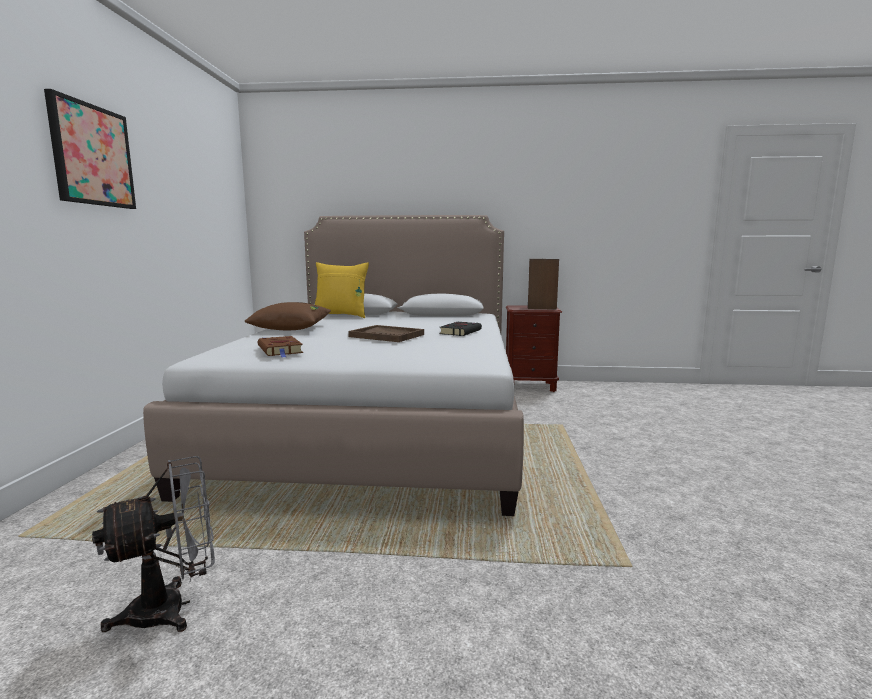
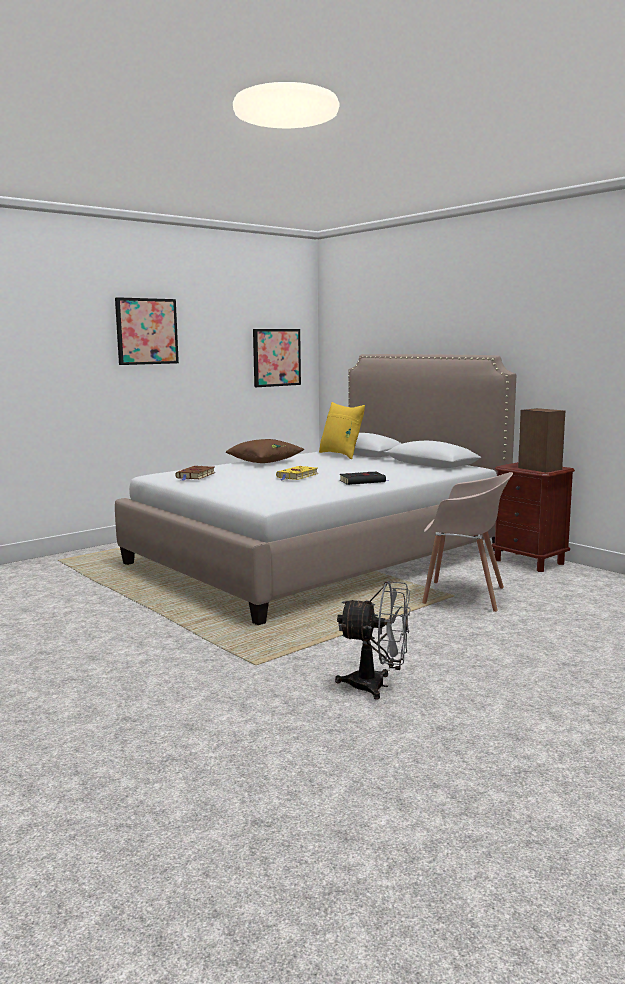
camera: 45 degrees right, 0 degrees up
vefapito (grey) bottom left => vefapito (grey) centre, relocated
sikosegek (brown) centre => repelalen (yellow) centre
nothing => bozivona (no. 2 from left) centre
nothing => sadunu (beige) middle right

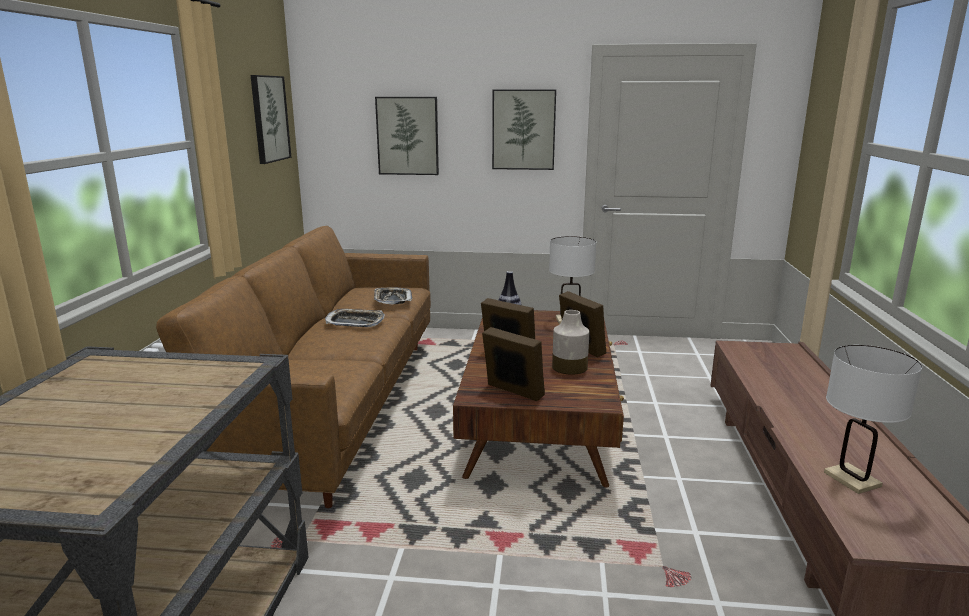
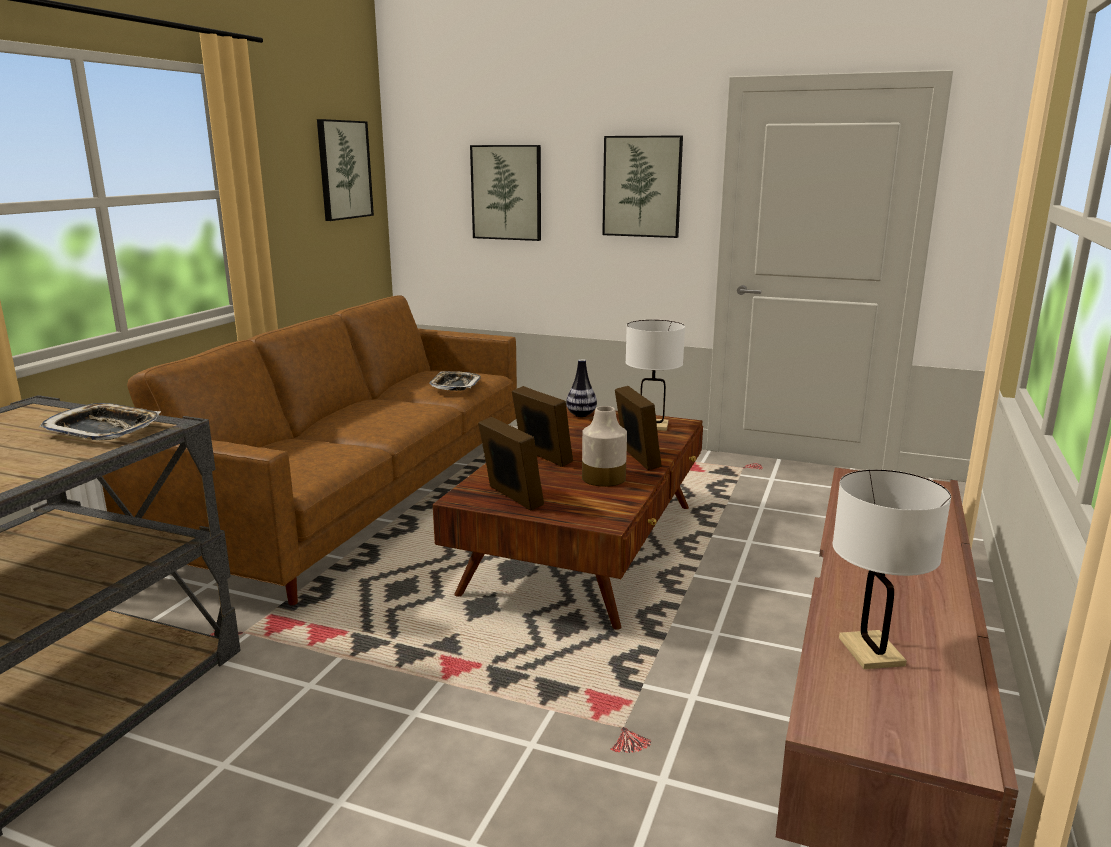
camera: 15 degrees right, 0 degrees up
sikosegek (no. 1 from left) centre => sikosegek (no. 1 from left) middle left, relocated

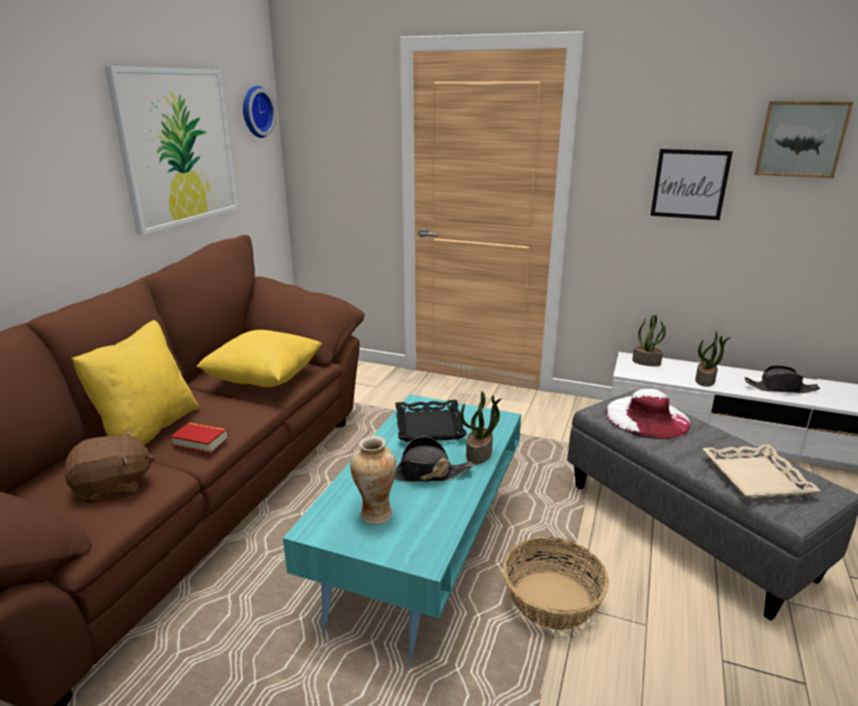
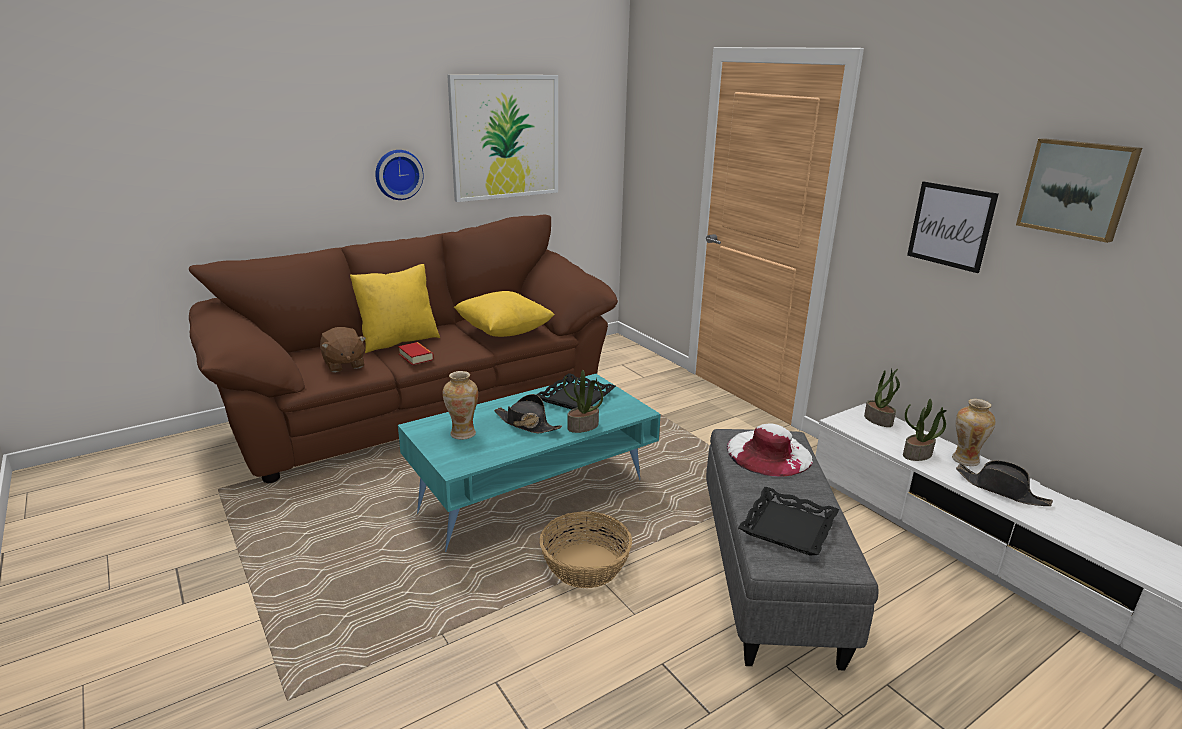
camera: 35 degrees right, 0 degrees up
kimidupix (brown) middle left, 45 degrees clockwise
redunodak top left => redunodak top centre, relocated
sikosegek (beige) bottom right => sikosegek (black) (no. 2 from left) bottom right
nothing => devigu (no. 2 from left) middle right

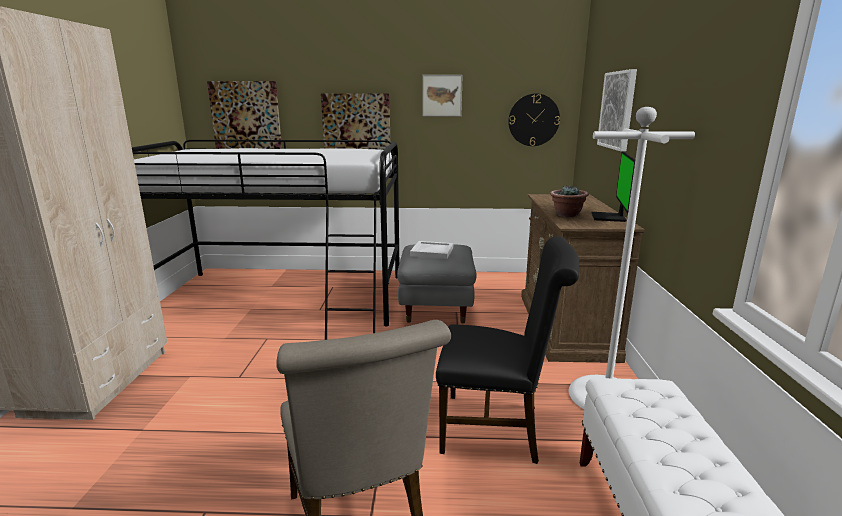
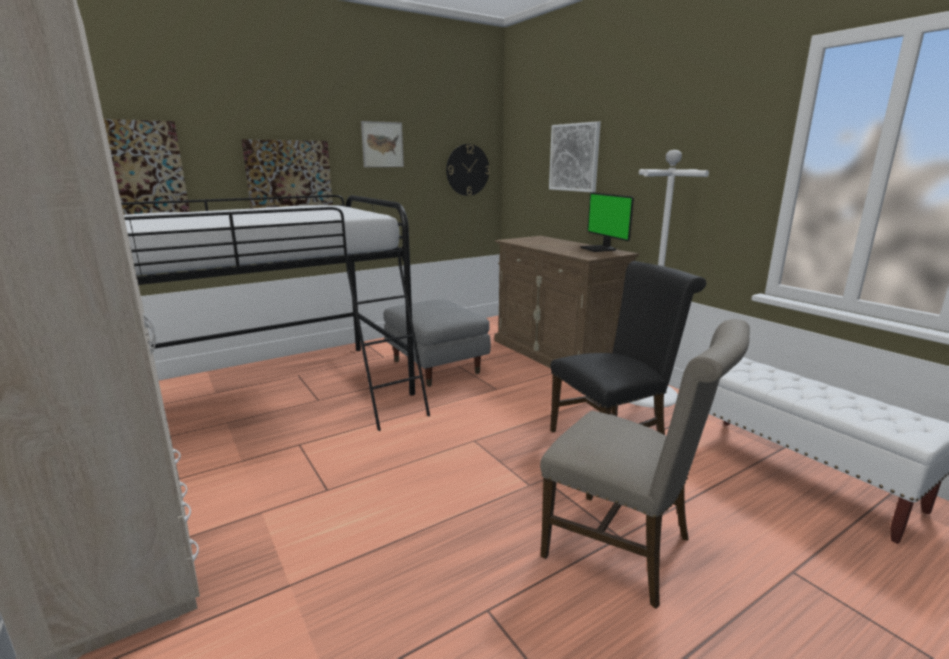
camera: 35 degrees left, 0 degrees up
sikosegek (white) centre => nothing
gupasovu middle right => nothing

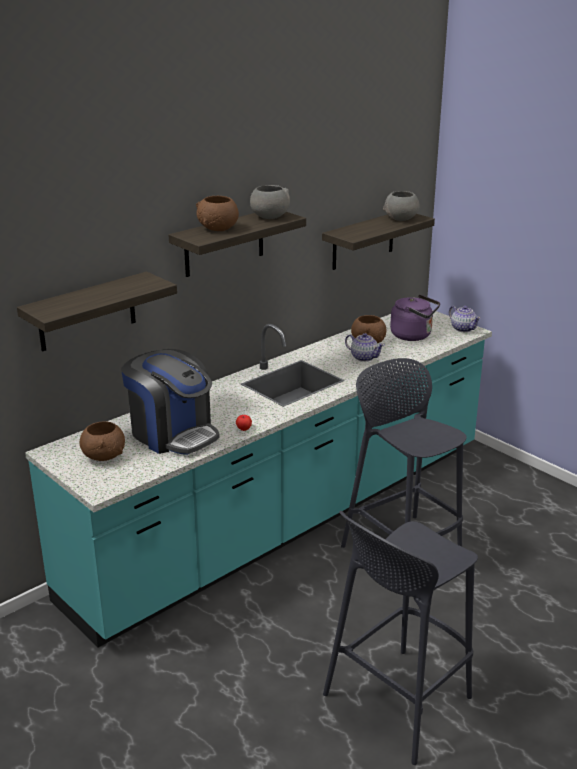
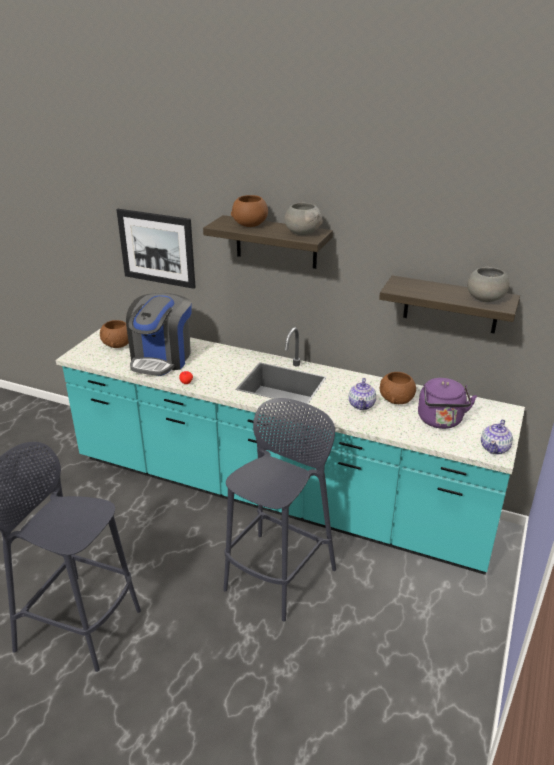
camera: 65 degrees right, 5 degrees up
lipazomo (no. 1 from left) middle left => bozivona top left

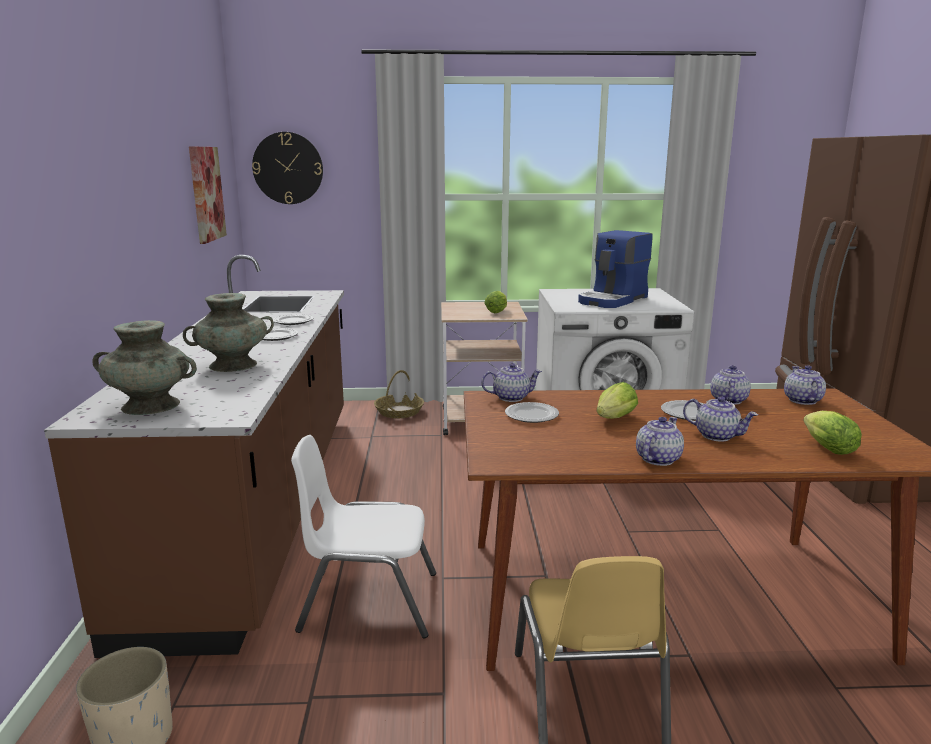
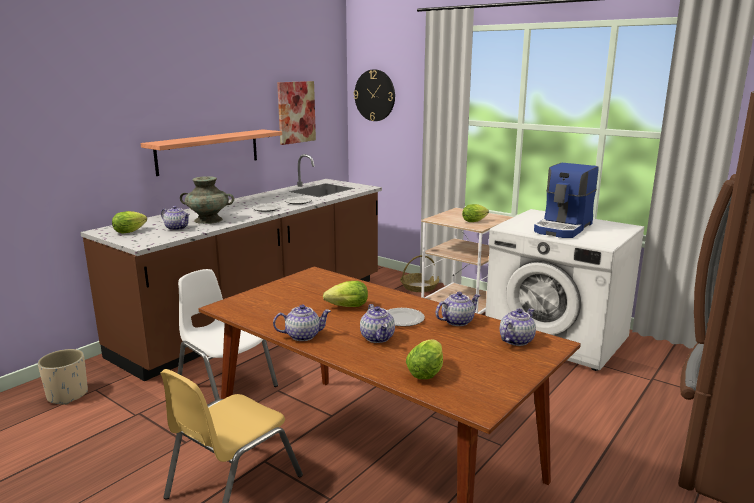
camera: 40 degrees right, 0 degrees up
devigu (turquoise) (no. 1 from left) middle left => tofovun (no. 1 from left) middle left
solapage (no. 1 from left) centre => solapage (no. 1 from left) middle left, relocated
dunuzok (no. 3 from left) centre => nothing
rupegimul centre => rupegimul middle right, 45 degrees counterclockwise
nothing => lipazomo top left

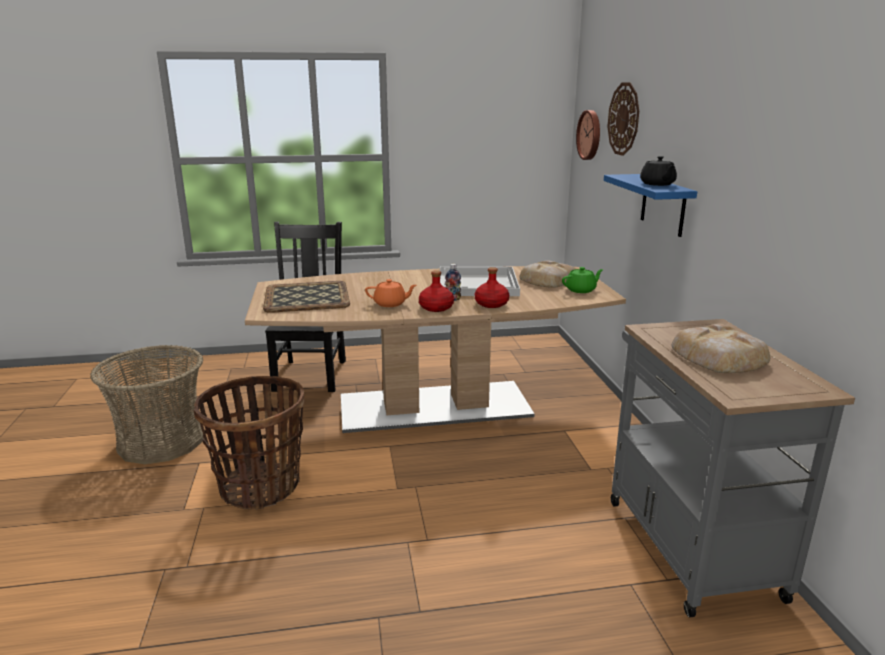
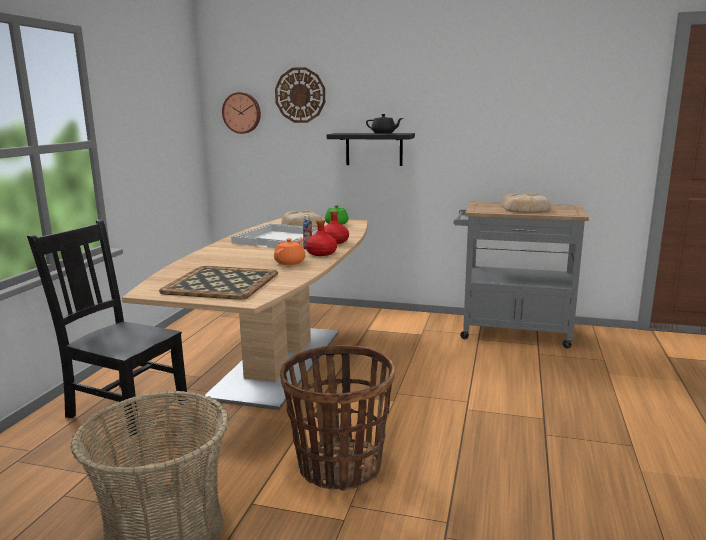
camera: 65 degrees left, 5 degrees down
lipazomo (blue) top right => lipazomo (black) top centre

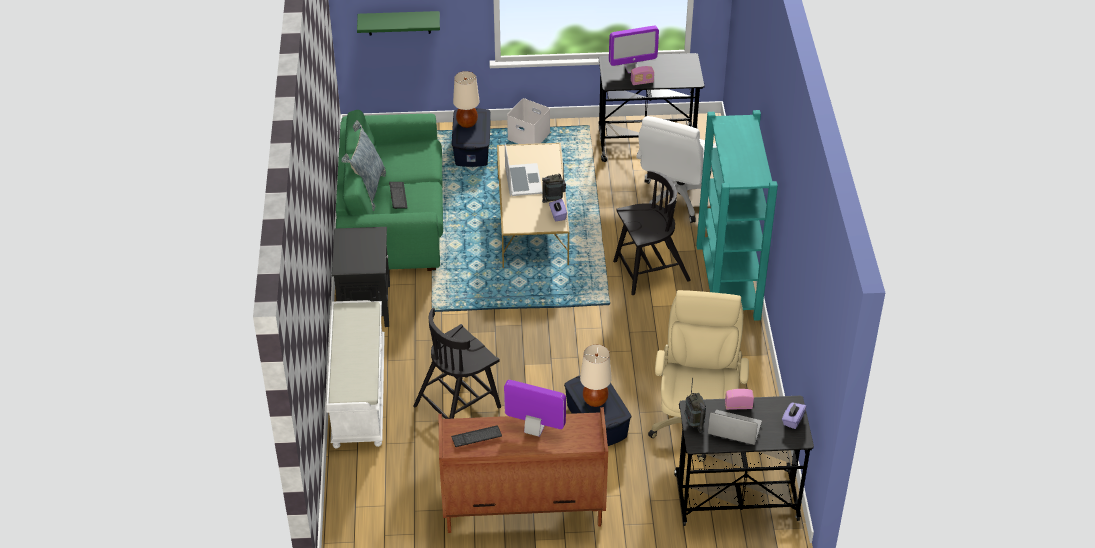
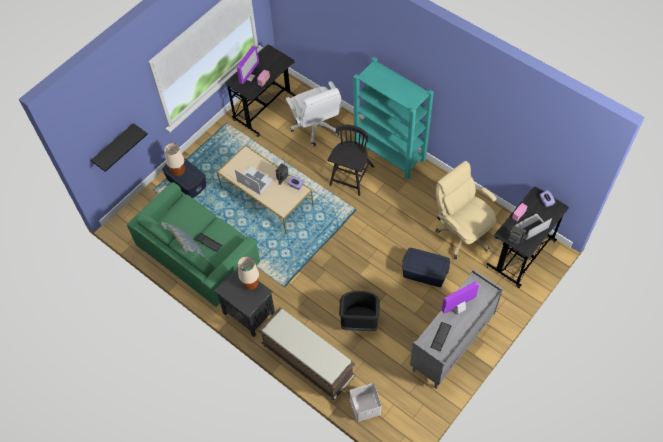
camera: 45 degrees left, 15 degrees up
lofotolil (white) bottom left => lofotolil (brown) bottom centre
lipazomo (green) top centre => lipazomo (black) top left
sadunu (black) (no. 1 from left) centre => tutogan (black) bottom centre
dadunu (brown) bottom centre => dadunu (grey) bottom right
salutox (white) top centre => salutox (white) bottom centre, relocated
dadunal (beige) (no. 2 from left) bottom centre => dadunal (beige) (no. 2 from left) centre, relocated

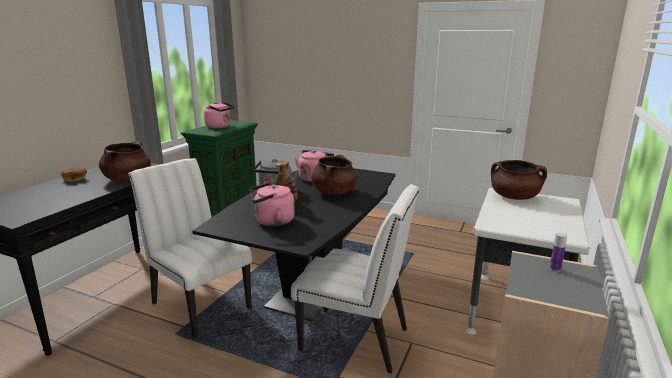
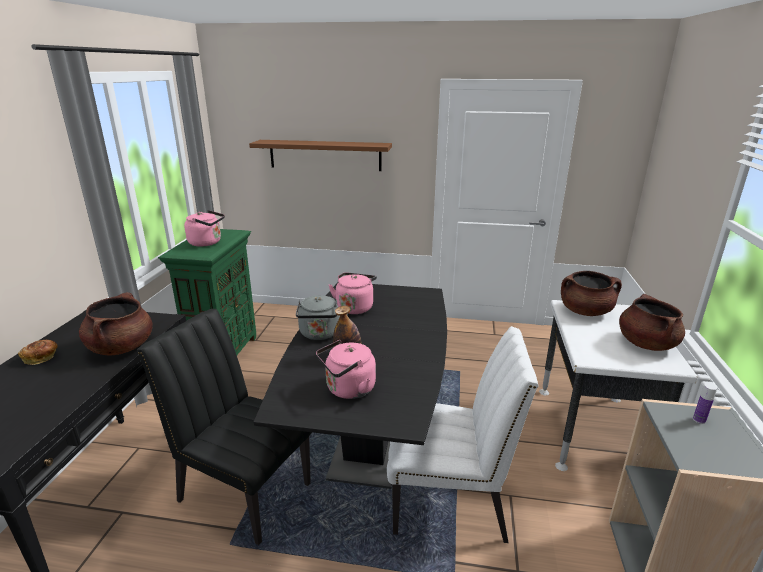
camera: 15 degrees left, 5 degrees up
sadunu (white) (no. 1 from left) middle left => sadunu (black) bottom left
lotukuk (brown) (no. 2 from left in the first image) centre => lotukuk (brown) (no. 3 from left) middle right, relocated
nothing => lipazomo (brown) top centre

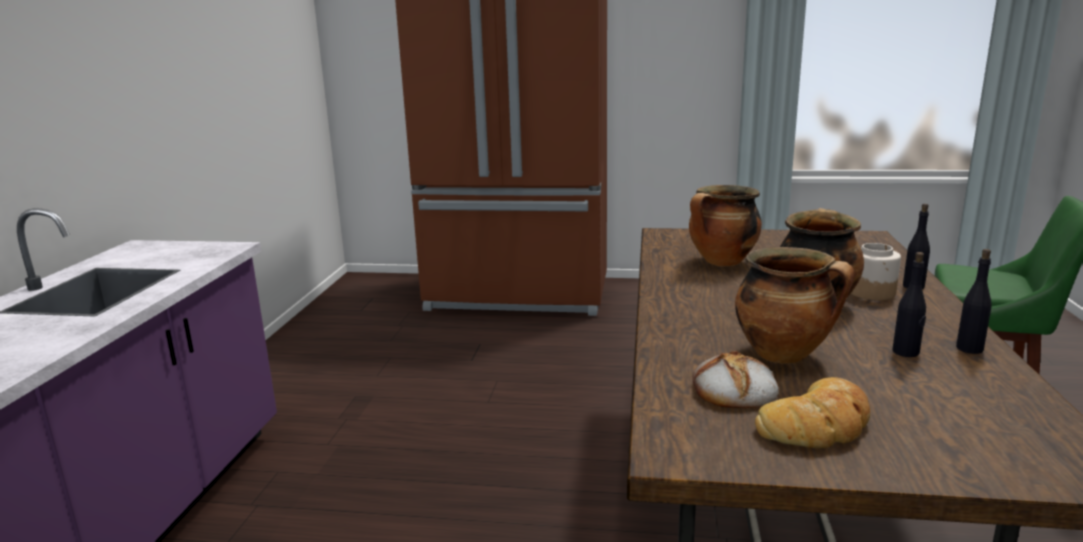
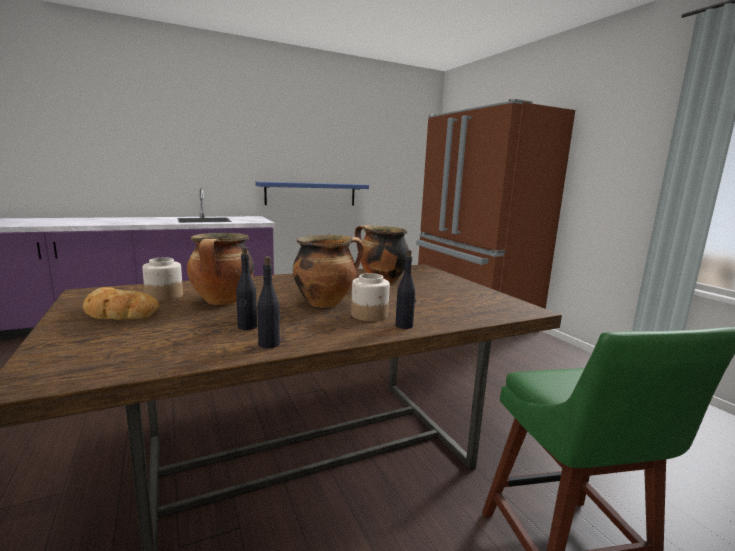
camera: 55 degrees right, 5 degrees down
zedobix (no. 1 from left) bottom right => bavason (no. 1 from left) middle left
nothing => lipazomo (blue) centre

